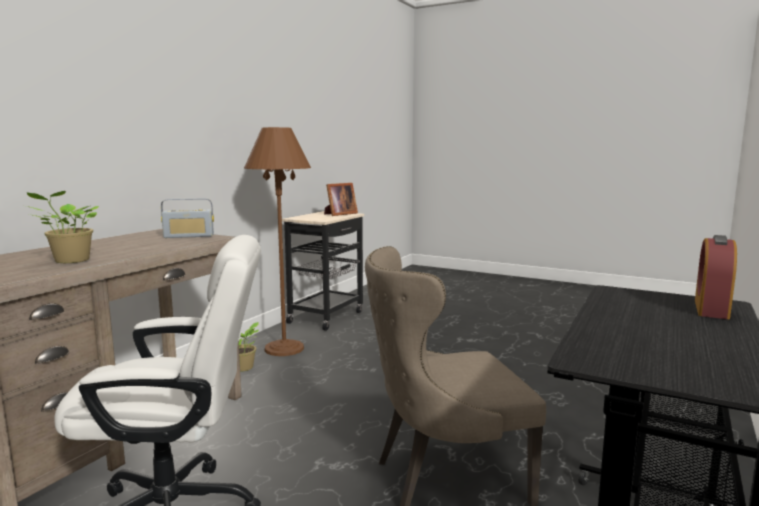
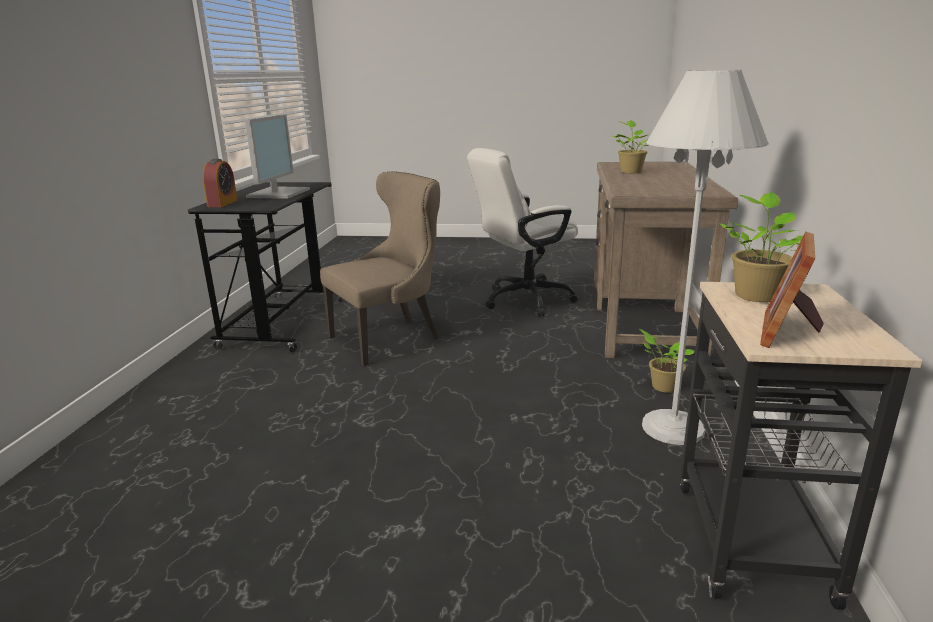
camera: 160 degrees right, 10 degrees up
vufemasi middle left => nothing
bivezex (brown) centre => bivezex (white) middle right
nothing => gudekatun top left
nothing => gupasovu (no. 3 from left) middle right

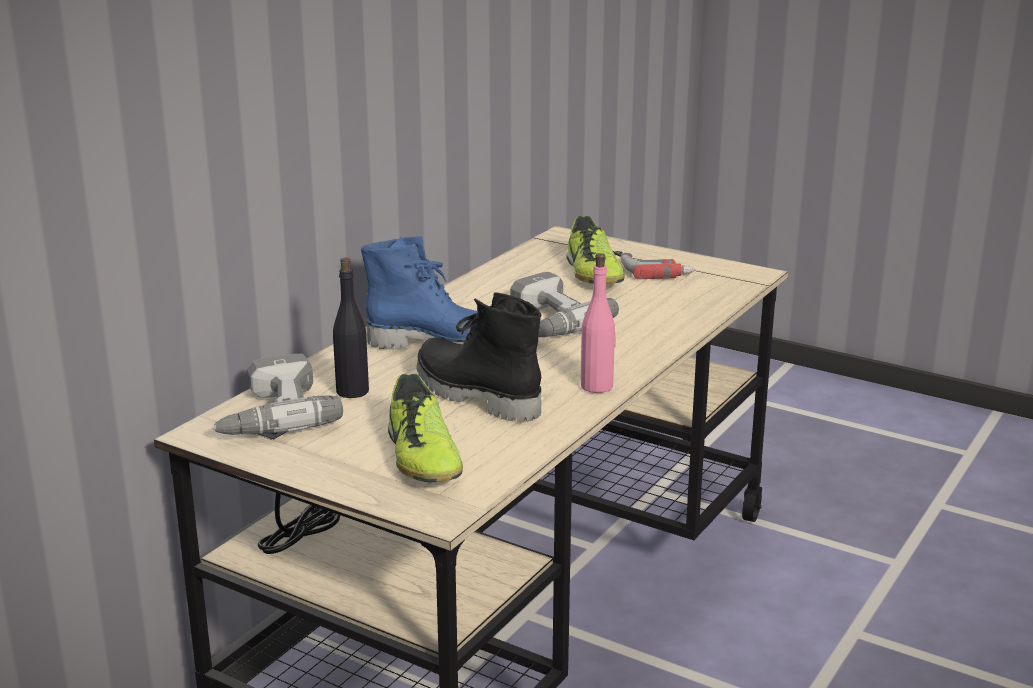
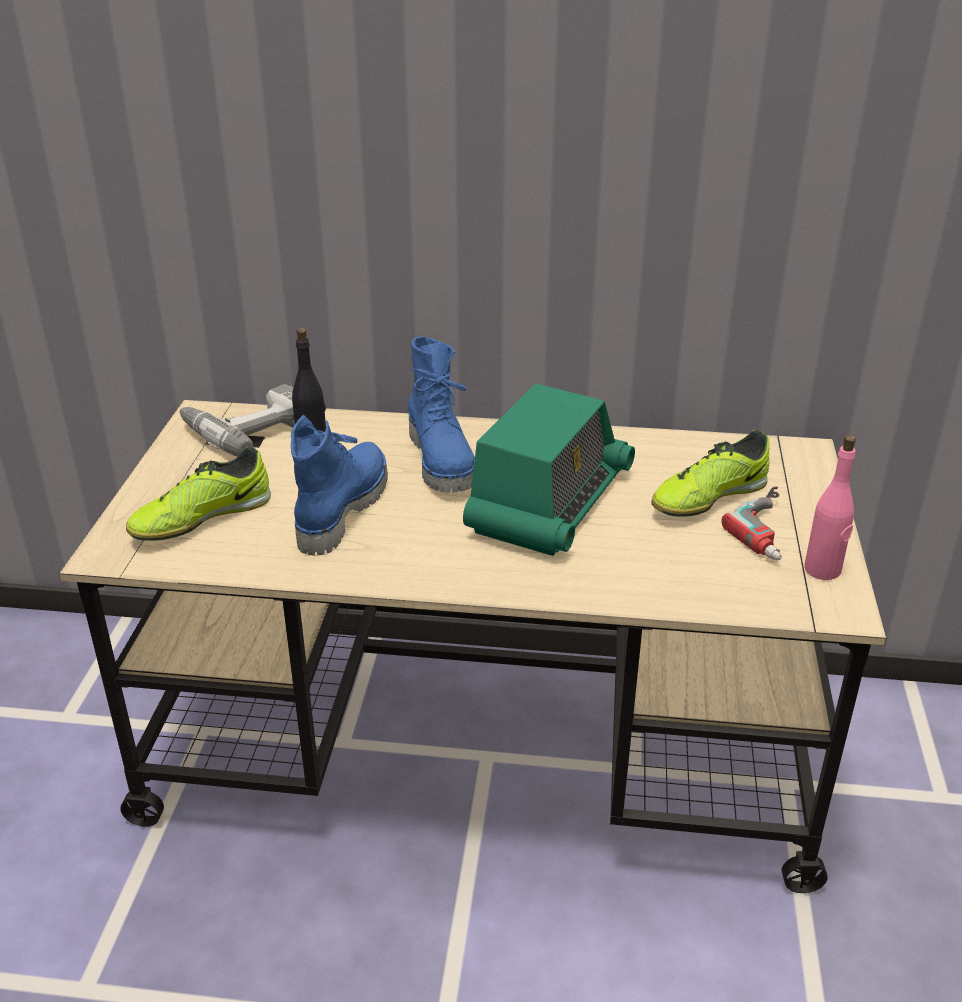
camera: 65 degrees right, 10 degrees up
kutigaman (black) centre => kutigaman (blue) (no. 1 from left) centre
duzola (no. 2 from left) centre => vufemasi centre
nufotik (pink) centre => nufotik (pink) middle right, relocated

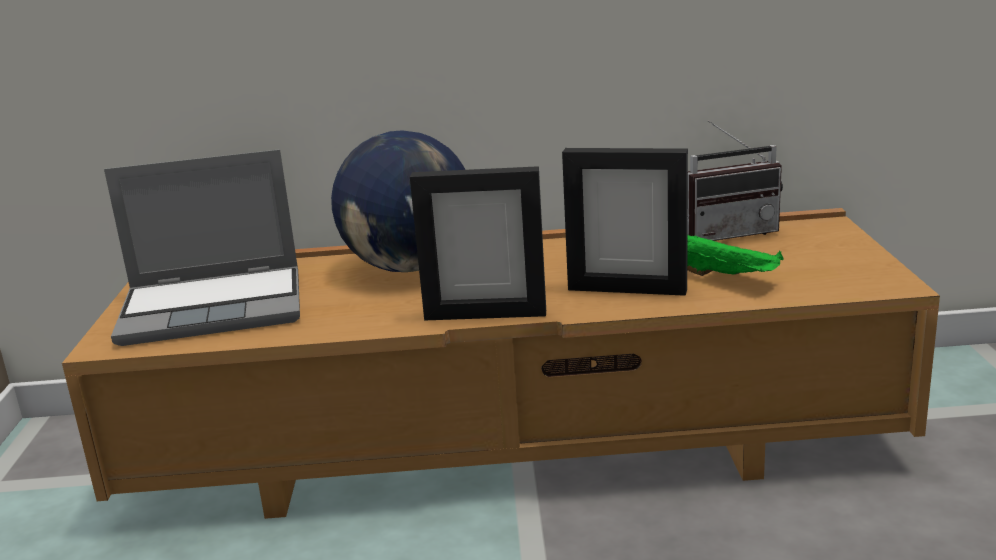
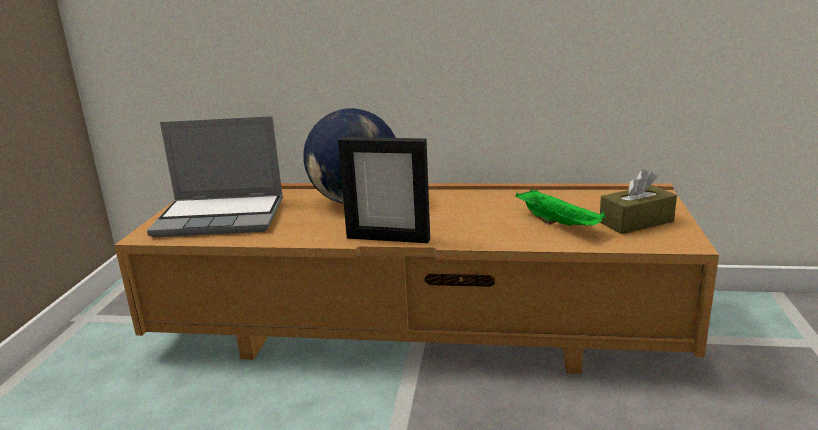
camera: 10 degrees right, 0 degrees up
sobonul (no. 2 from left) centre => nothing
vufemasi top right => nothing
nothing => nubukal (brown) middle right

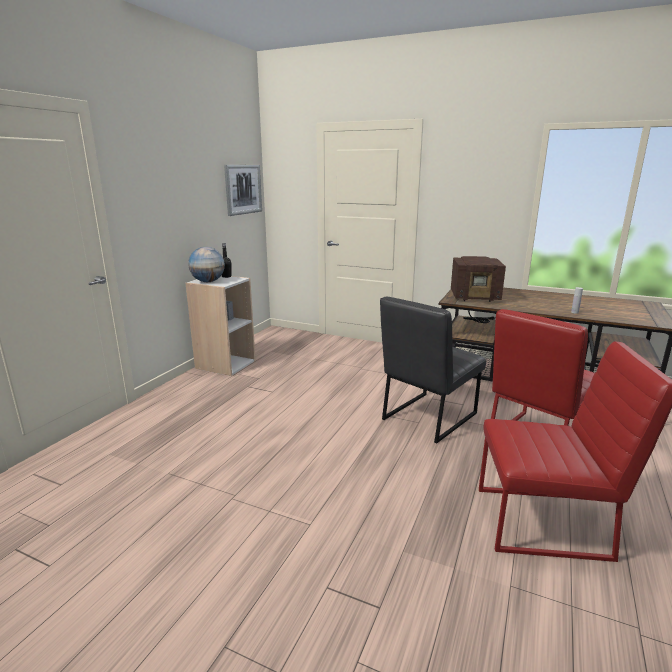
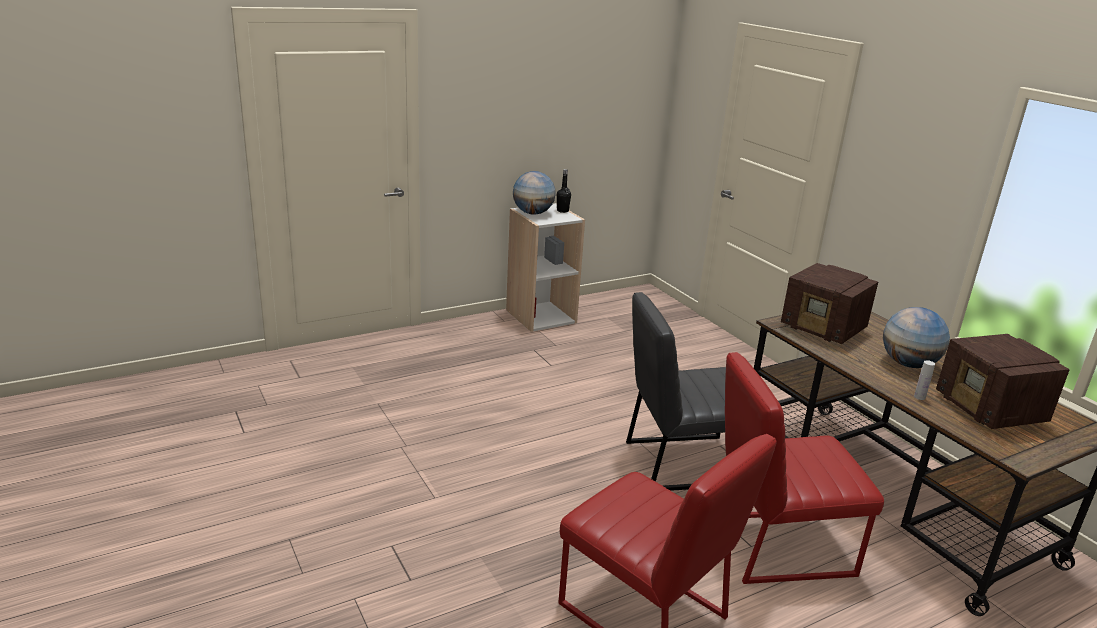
camera: 35 degrees right, 5 degrees up
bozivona top centre => nothing
nothing => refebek (no. 2 from left) middle right
nothing => vufemasi (no. 2 from left) middle right

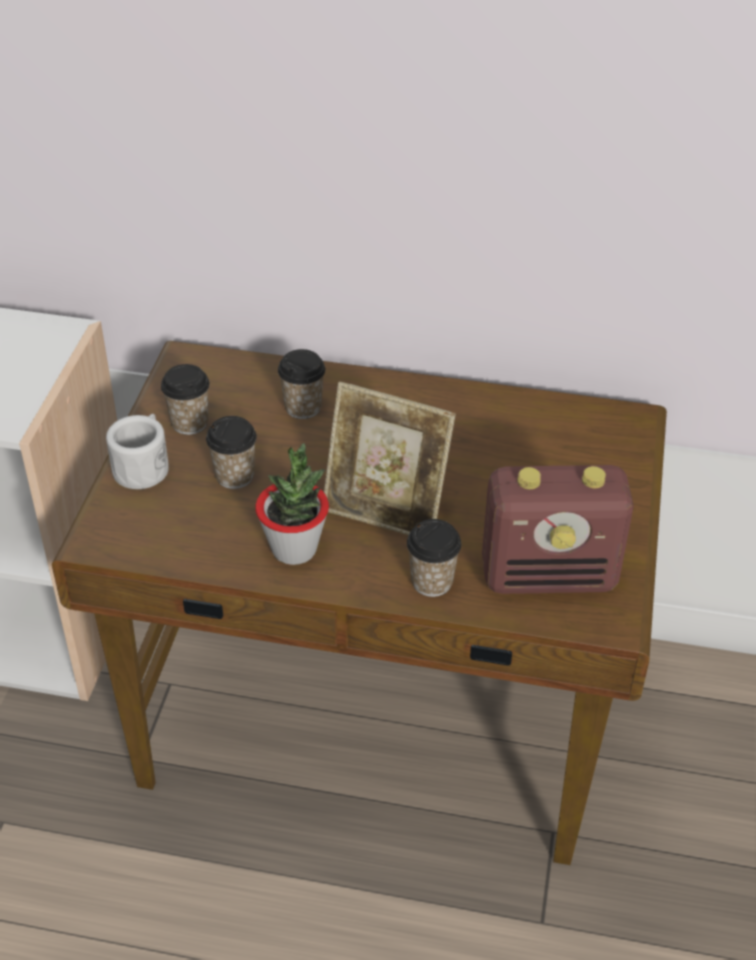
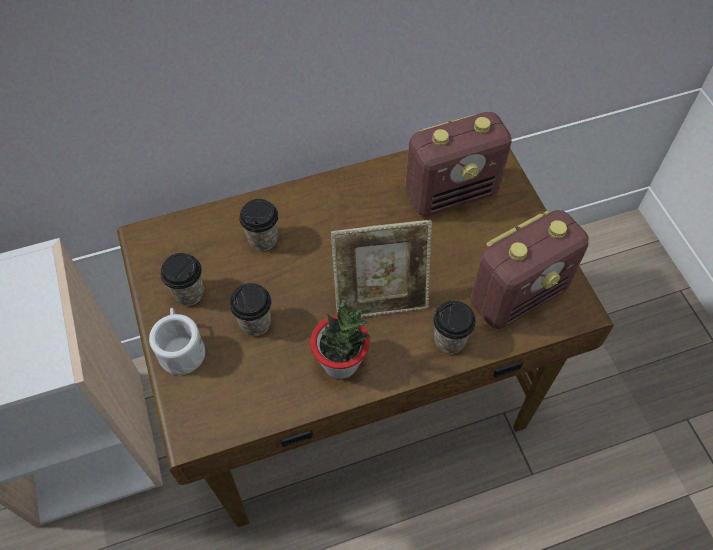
camera: 30 degrees left, 15 degrees up
nothing => vufemasi (no. 1 from left) top centre

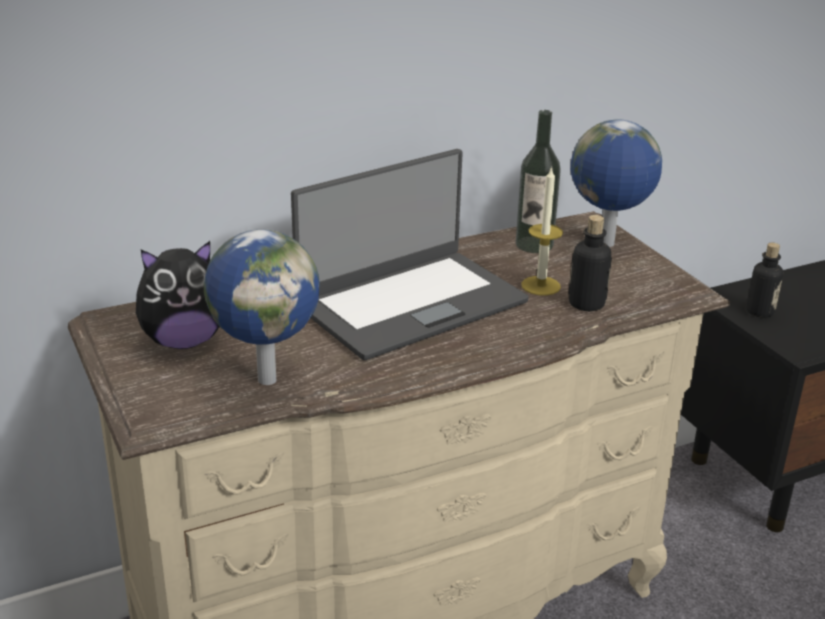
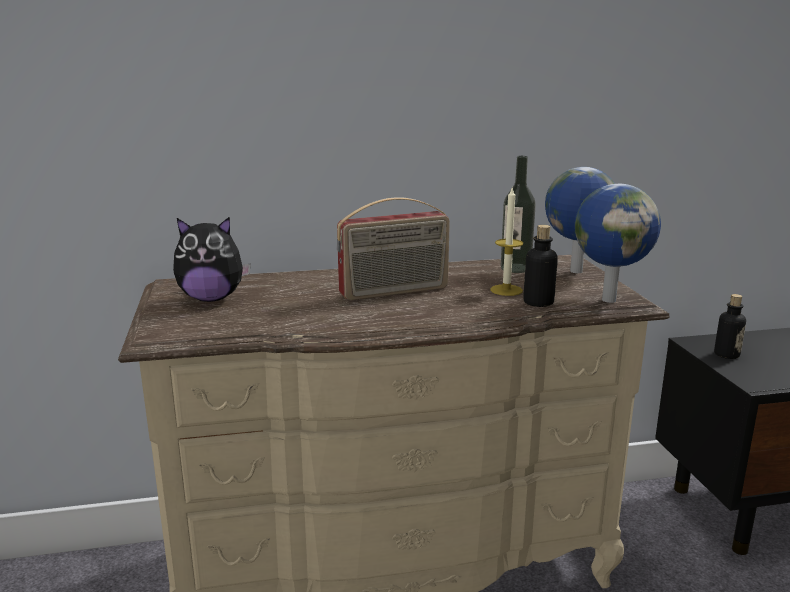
camera: 15 degrees right, 10 degrees down
refebek (no. 1 from left in the first image) middle left => refebek (no. 2 from left) middle right, relocated
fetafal centre => vufemasi centre

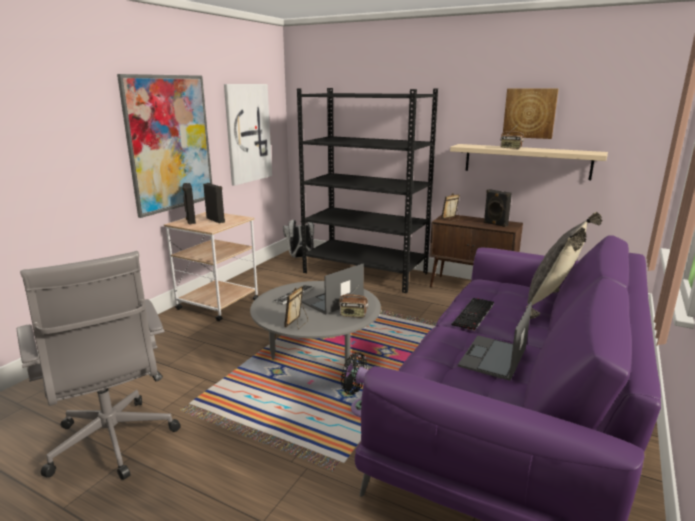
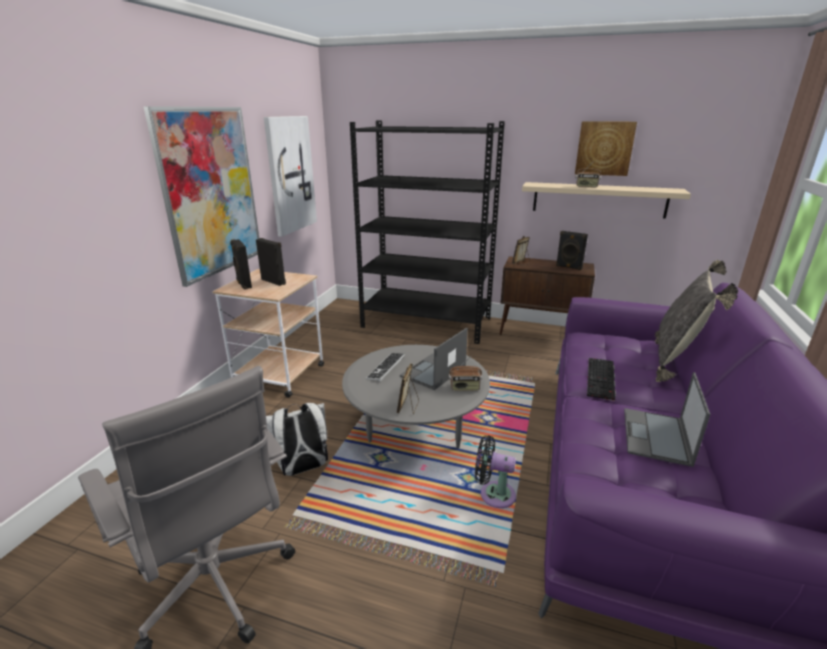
camera: 10 degrees left, 5 degrees up
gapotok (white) centre => gapotok (white) bottom centre, relocated

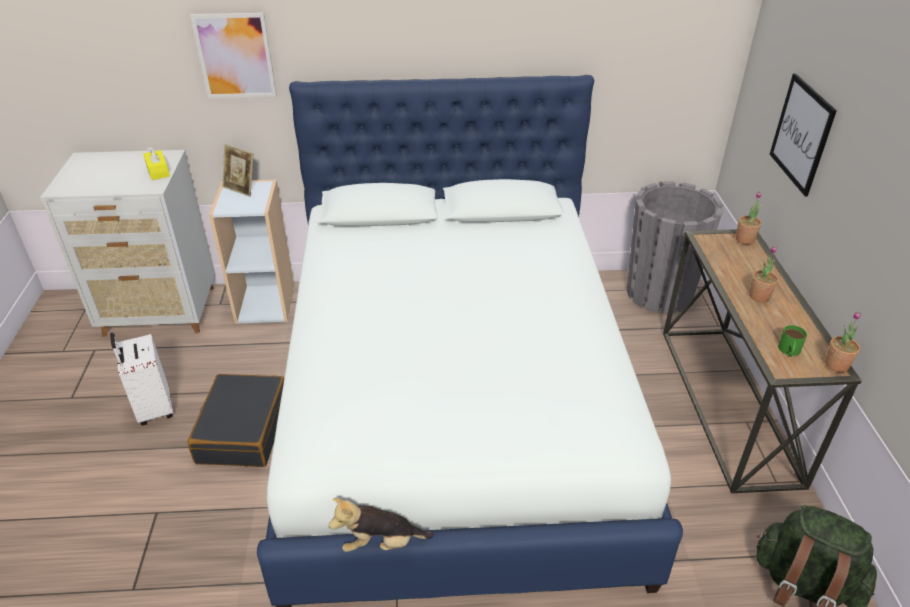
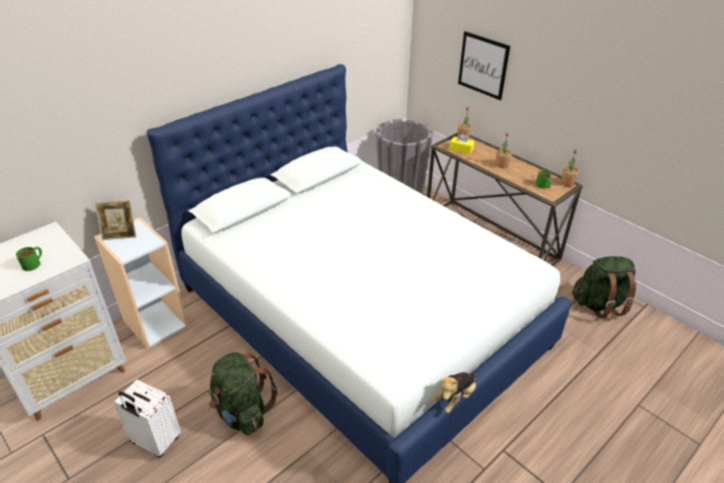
camera: 40 degrees left, 0 degrees up
nubukal (yellow) top left => nubukal (yellow) top centre, relocated
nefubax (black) bottom left => gapotok (green) (no. 1 from left) bottom centre
bozivona (no. 1 from left) top left => nothing
nothing => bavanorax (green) (no. 1 from left) middle left

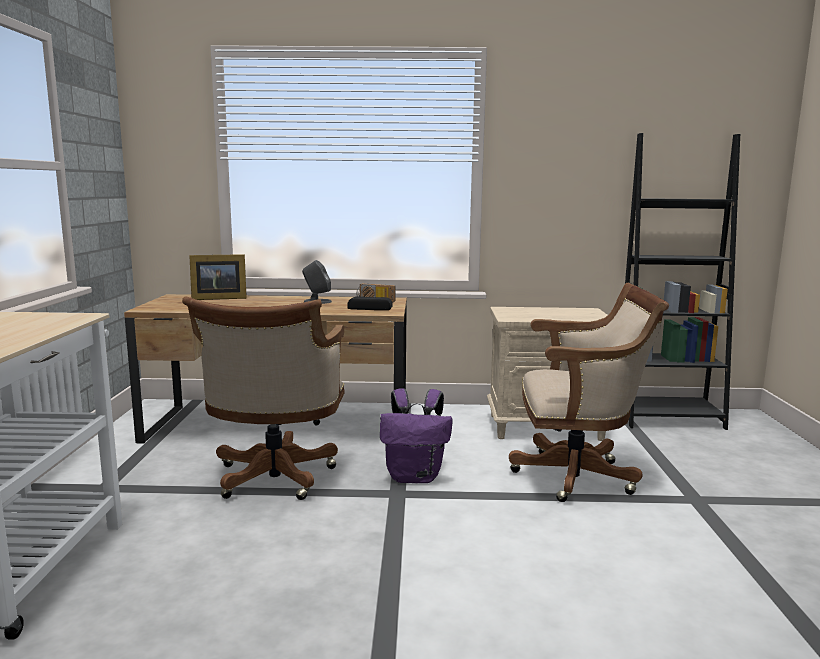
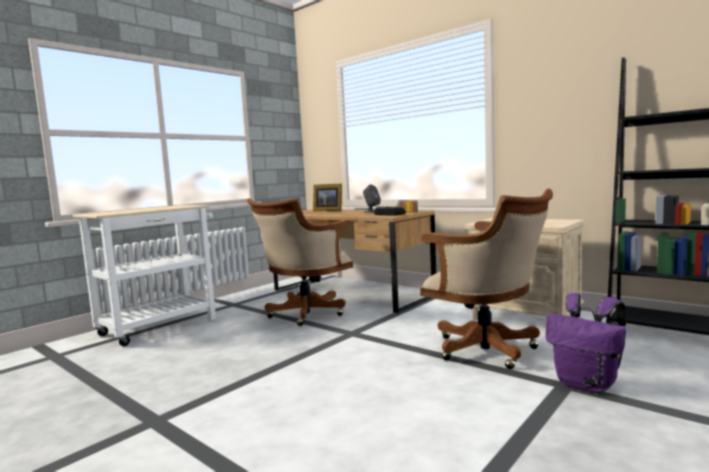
camera: 40 degrees right, 5 degrees down
gapotok (purple) centre => gapotok (purple) bottom right, relocated

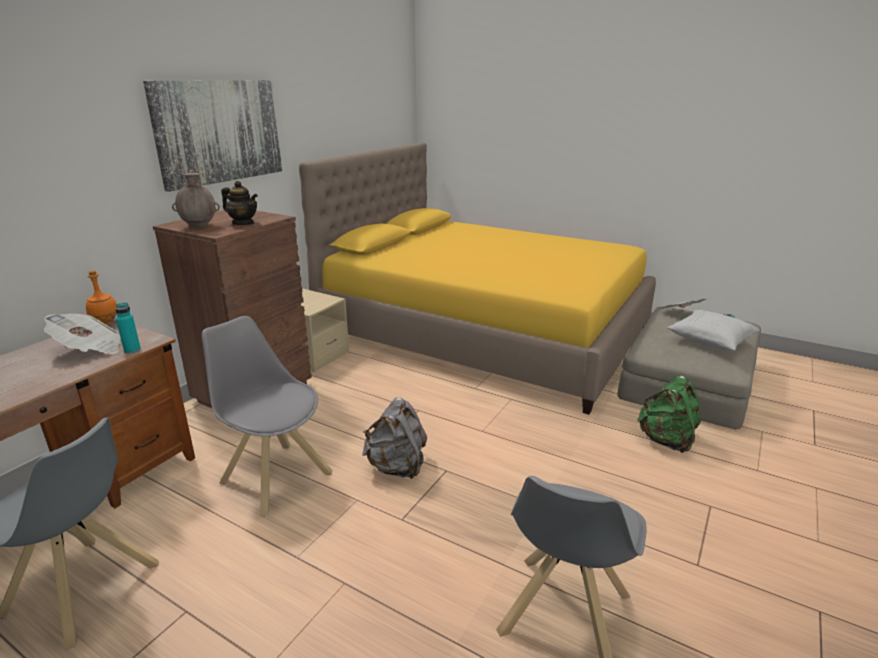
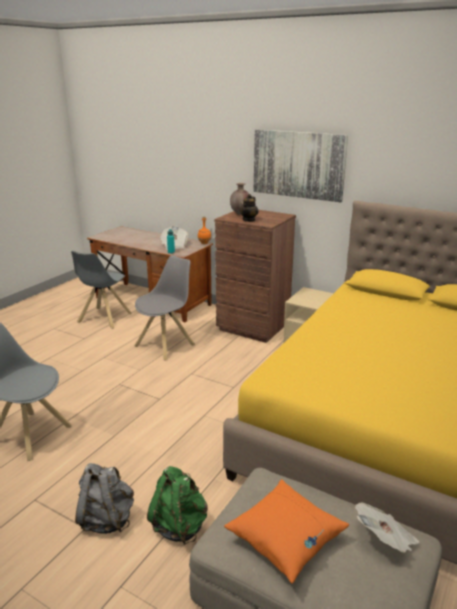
camera: 90 degrees right, 0 degrees up
gapotok (grey) centre => gapotok (grey) bottom left, relocated
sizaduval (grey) middle right => sizaduval (orange) bottom centre

